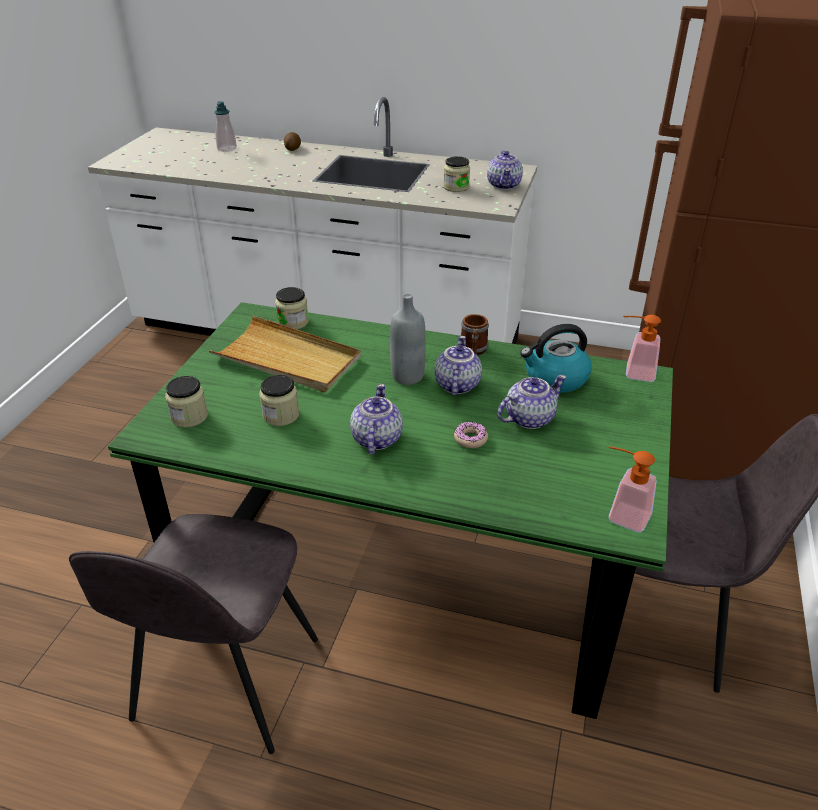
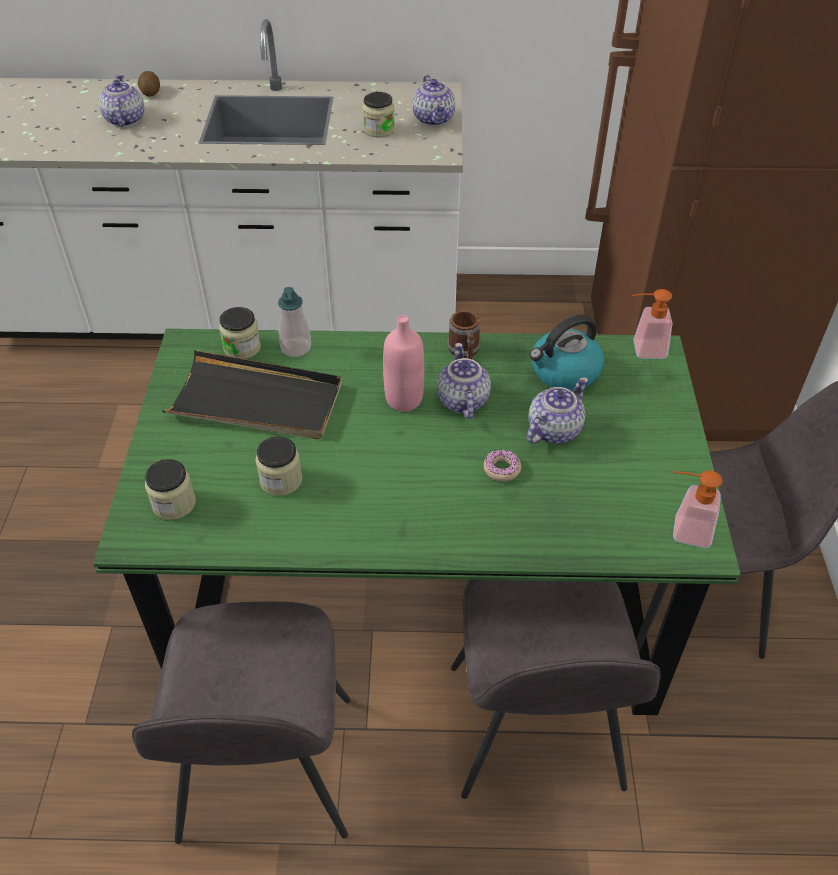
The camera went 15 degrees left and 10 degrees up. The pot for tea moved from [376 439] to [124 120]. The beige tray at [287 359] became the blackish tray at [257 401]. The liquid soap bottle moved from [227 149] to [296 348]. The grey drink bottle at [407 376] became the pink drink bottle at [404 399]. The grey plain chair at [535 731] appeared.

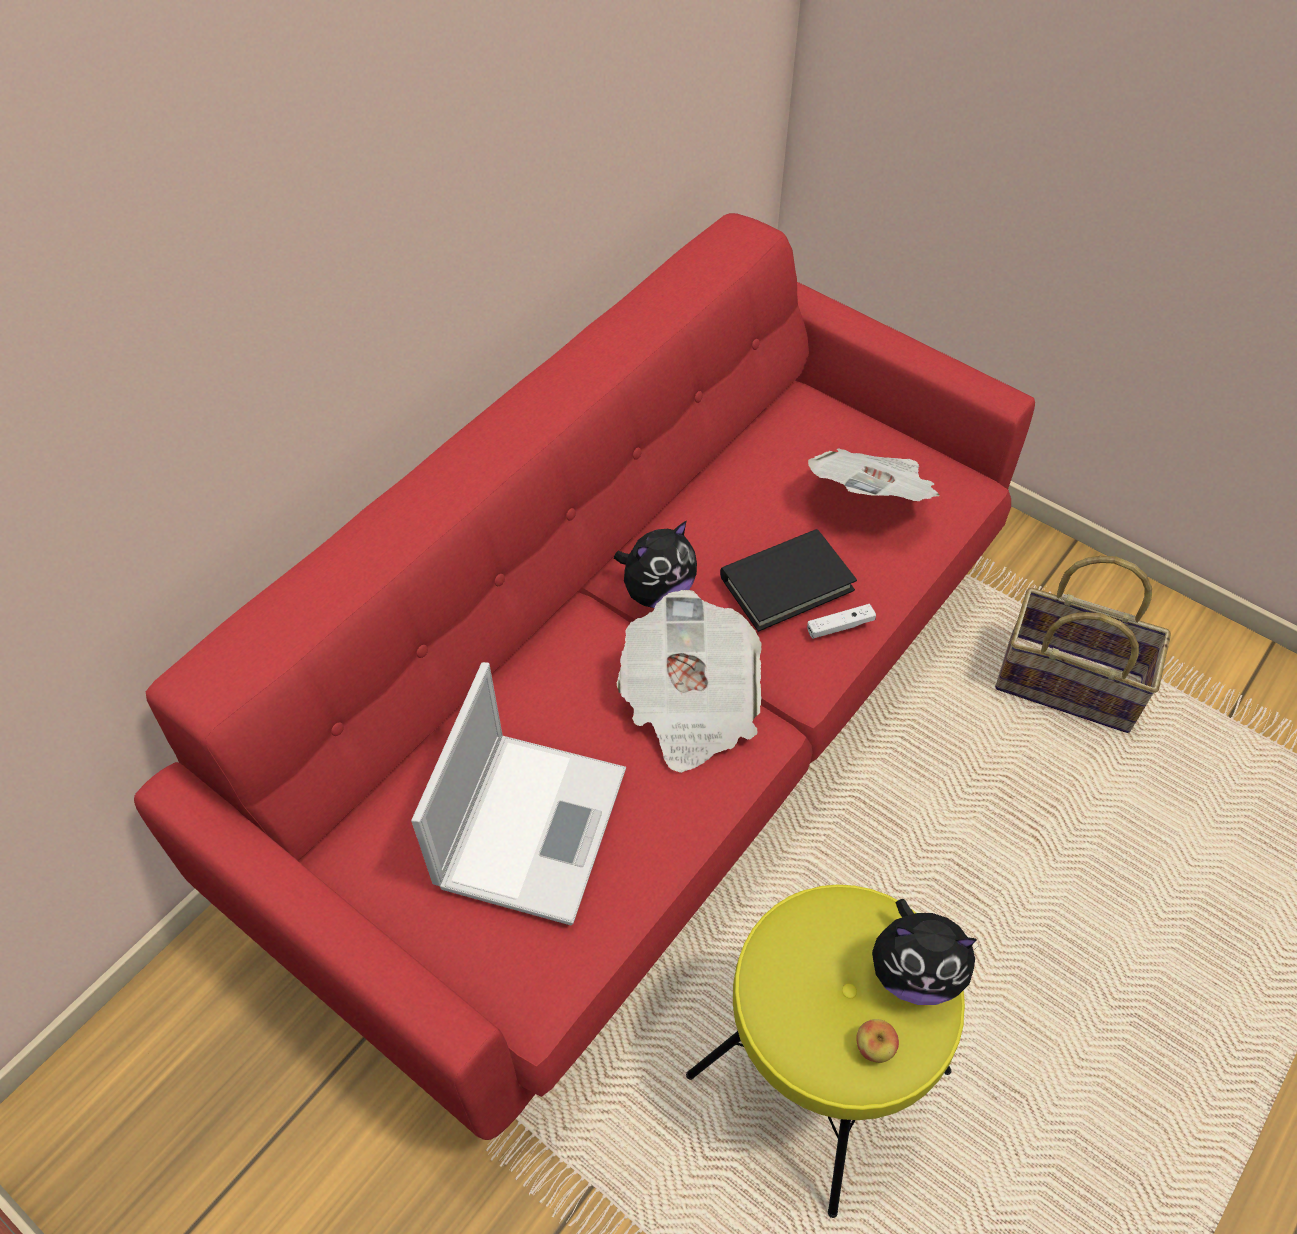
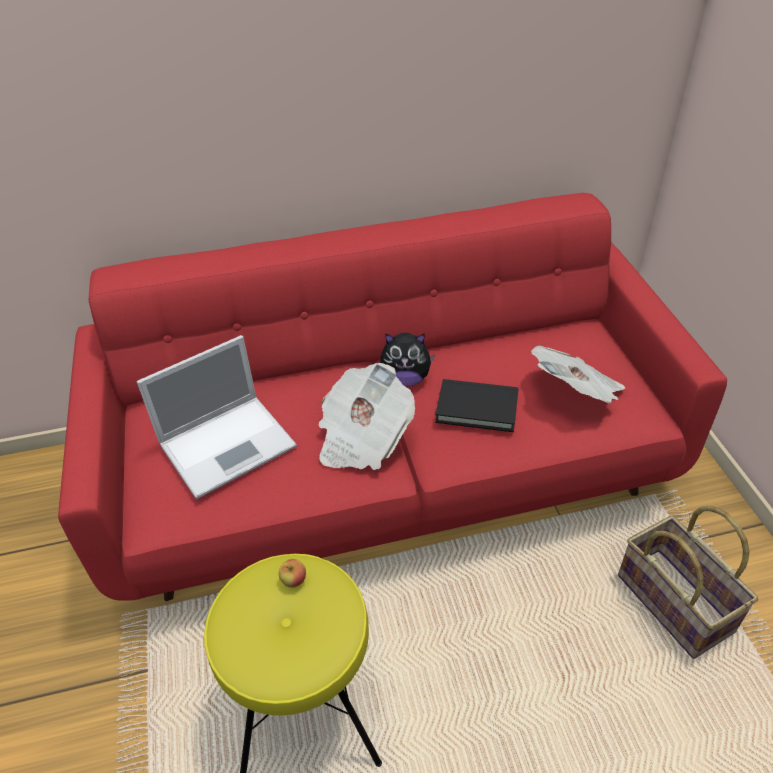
The camera went 40 degrees right and 10 degrees down. The apple moved from [874 1047] to [294 580]. The white-coloured joypad at [840 626] disappeared. The soft toy at [914 972] disappeared.

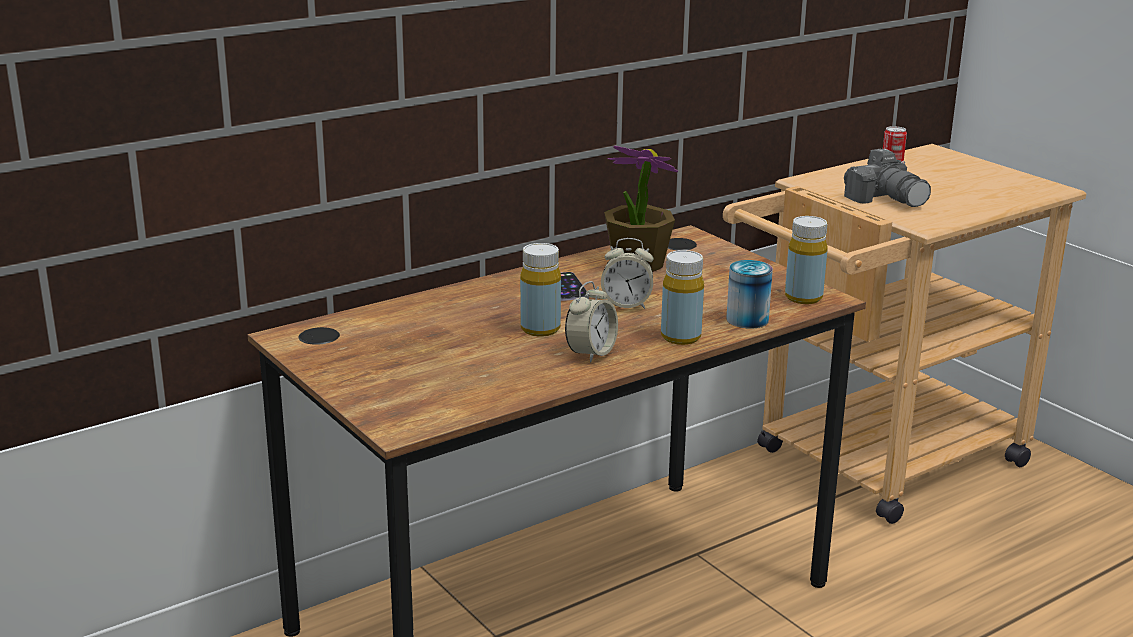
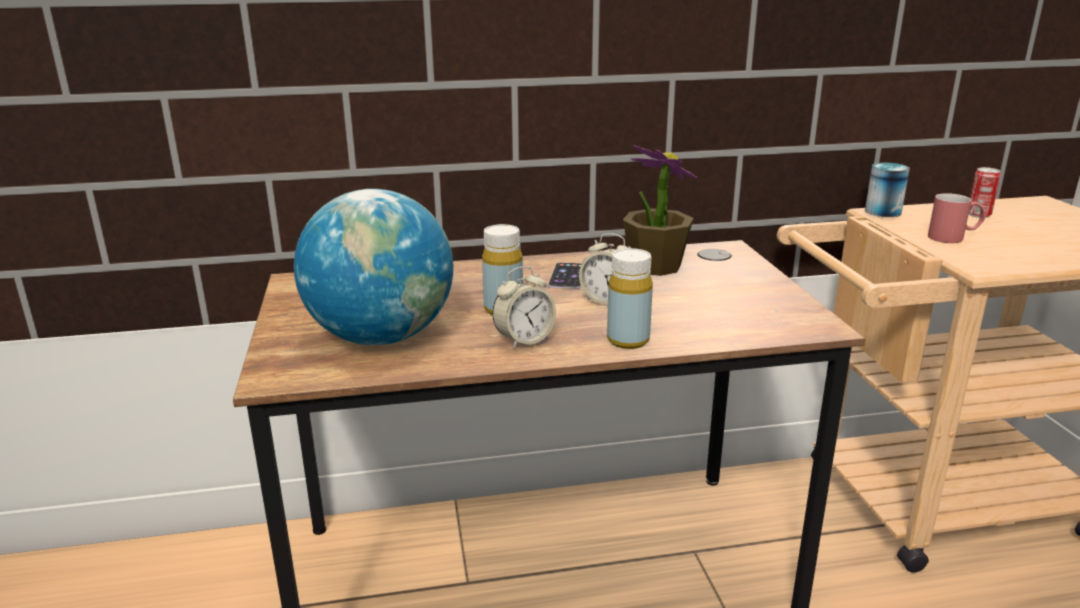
The camera went 25 degrees right and 0 degrees up. The desk globe at [382 337] appeared. The can moved from [747 319] to [883 212]. The photo camera at [886 198] was replaced by the red-coloured coffee mug at [954 238]. The yellow drink bottle at [803 297] disappeared.

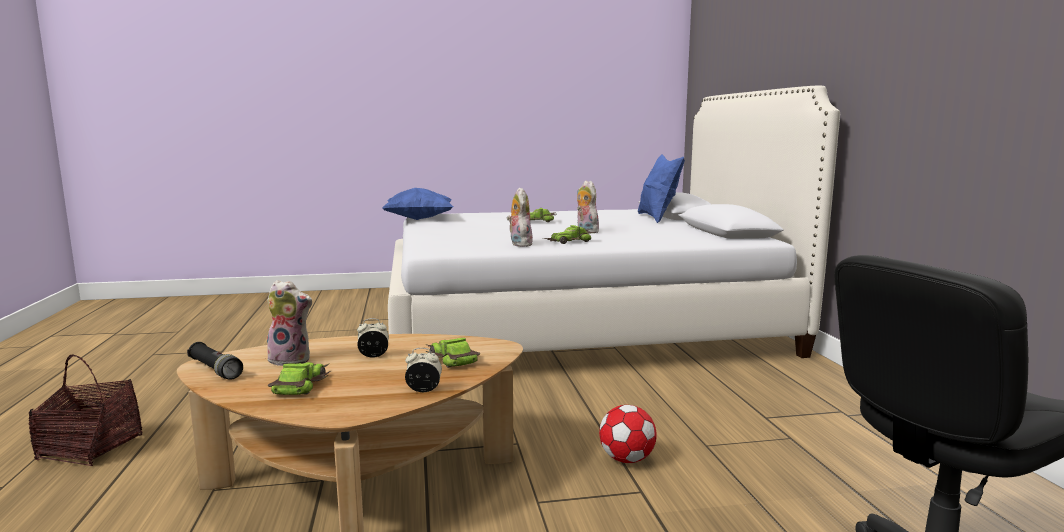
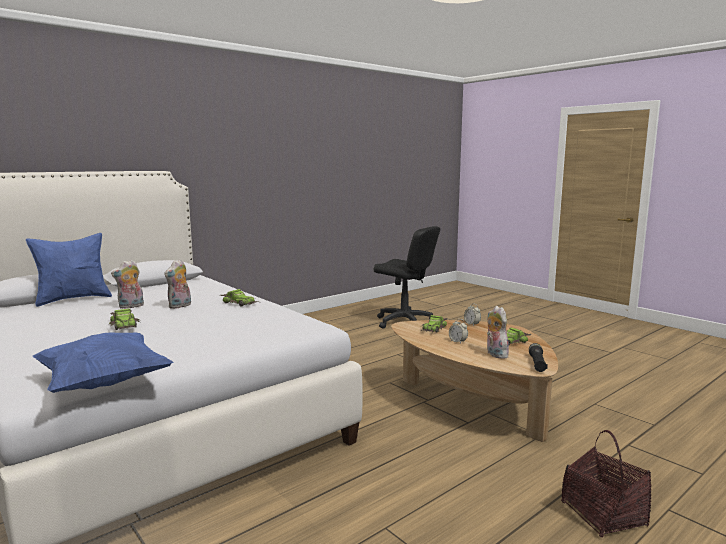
The camera went 120 degrees left and 0 degrees up. The soft toy moved from [519 244] to [131 306]. The ball for football at [626 459] disappeared.

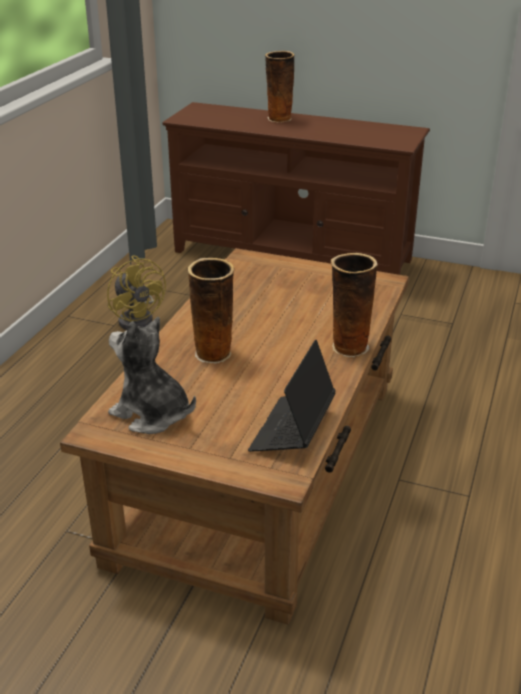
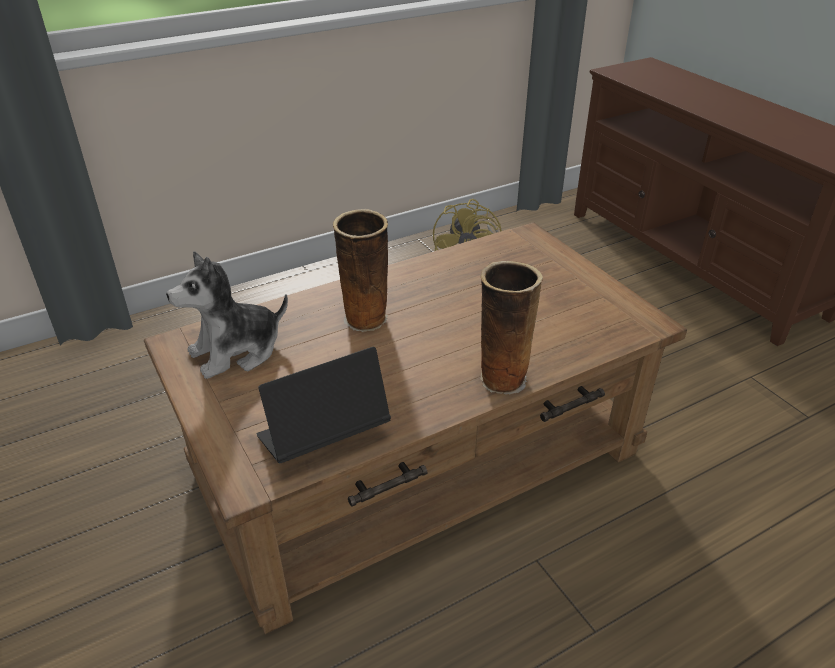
The camera went 40 degrees right and 5 degrees up. The soft toy at [152 414] turned 105 degrees counterclockwise. The decorative vase at [278 119] disappeared.

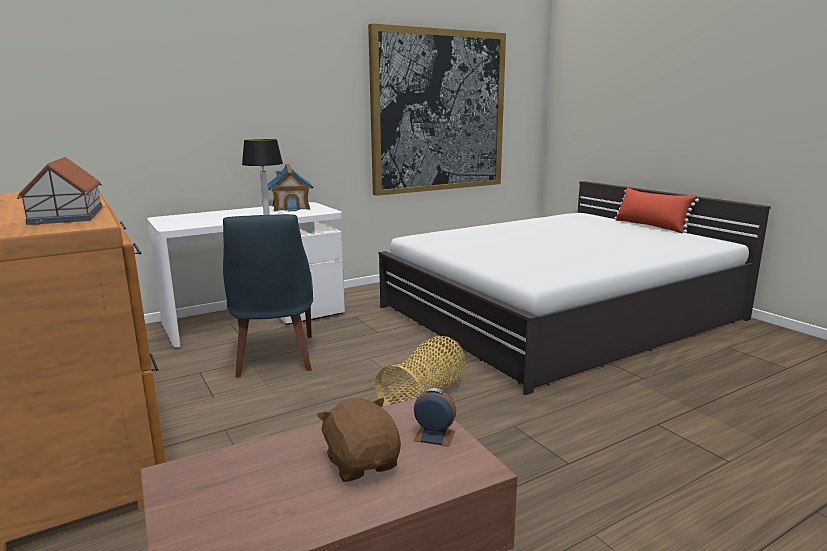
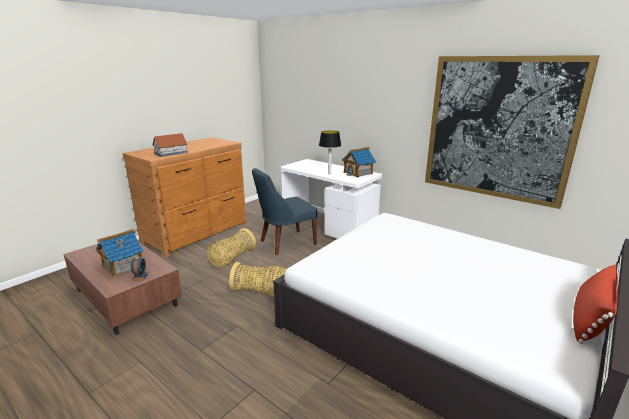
The camera went 70 degrees right and 5 degrees up. The brown-coloured soft toy at [362 463] was replaced by the miniature house at [122 266]. The household basket at [231 259] appeared.

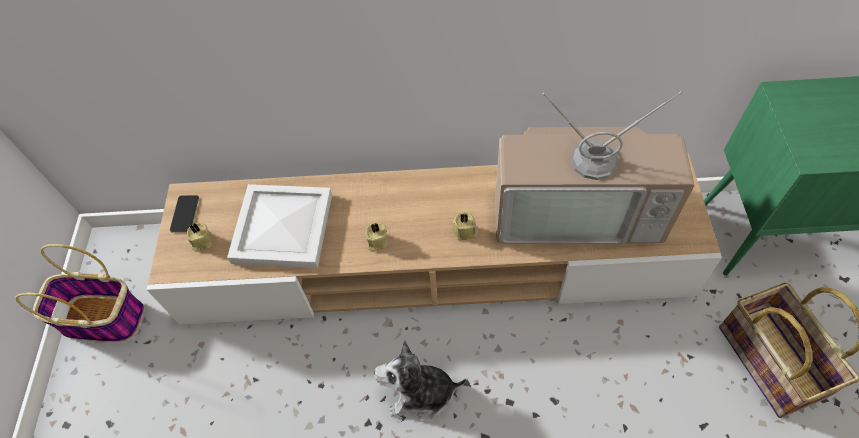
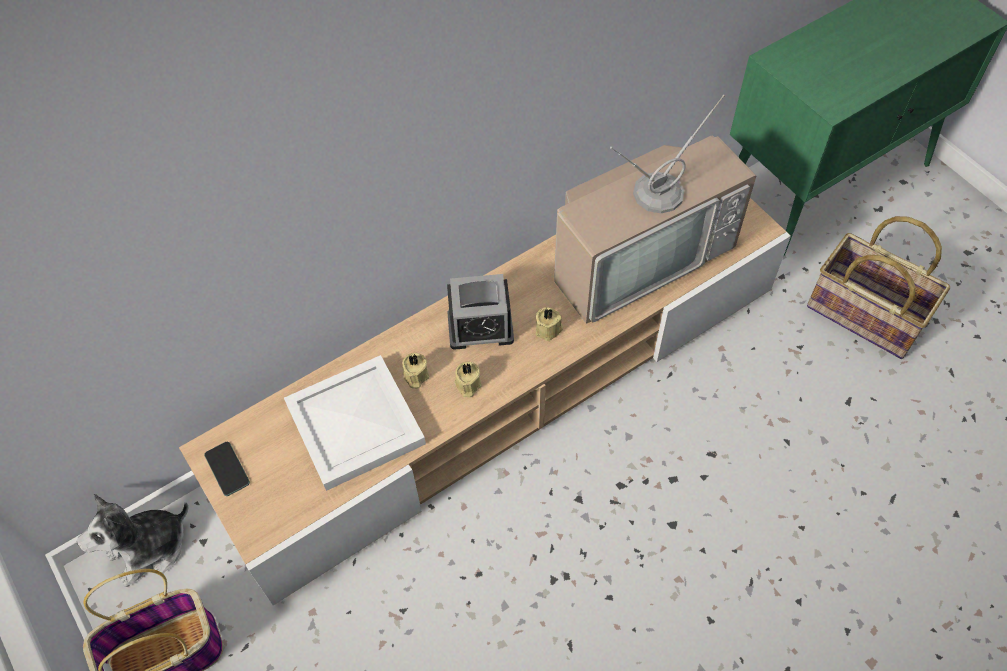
The camera went 35 degrees left and 0 degrees up. The soft toy moved from [420 394] to [149 549]. The beige candle moved from [202 242] to [415 376]. The alarm clock at [480 327] appeared.

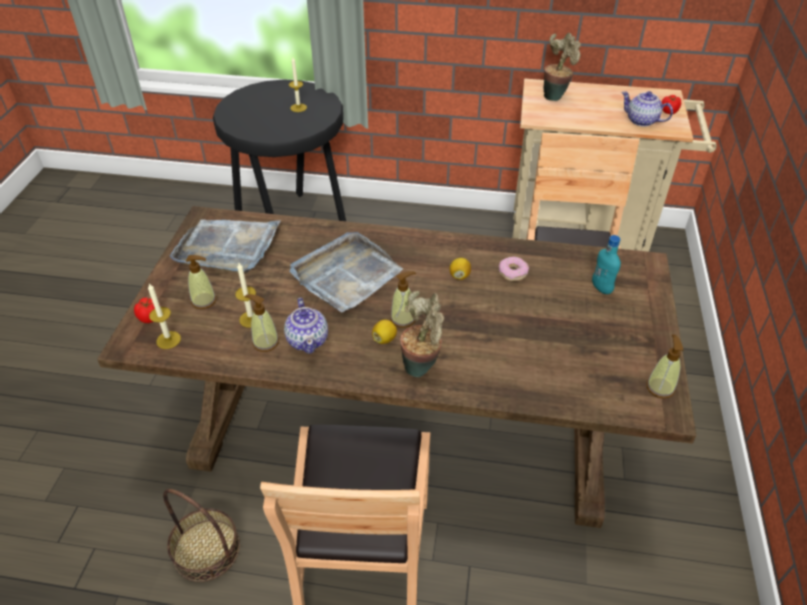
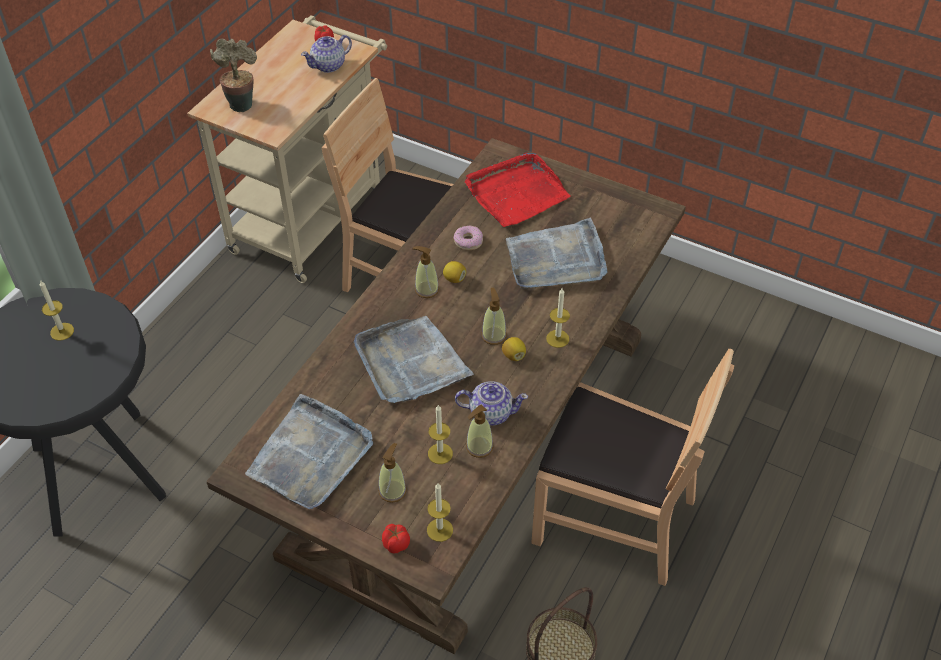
The camera went 70 degrees left and 5 degrees up. The liquid soap bottle moved from [660 387] to [426 289]. The turquoise-coloured drink bottle at [601 288] was replaced by the red-coloured tray at [516 193]. The grey tray at [556 259] appeared. The plant in a pot at [422 366] was replaced by the candle at [557 338].

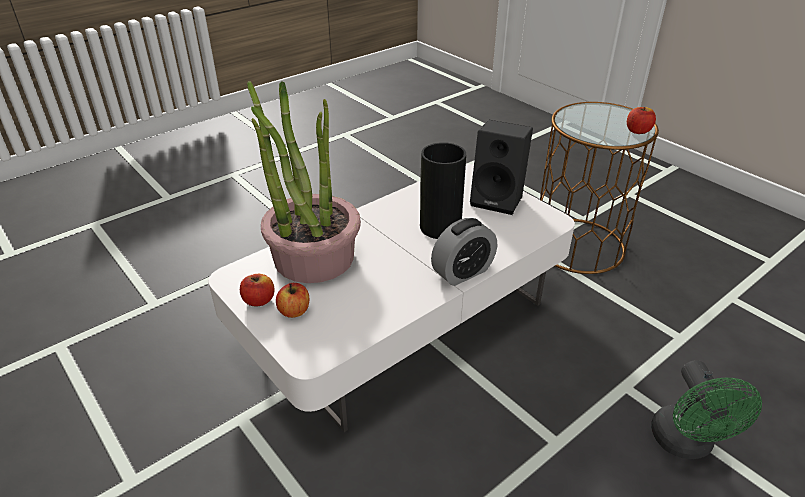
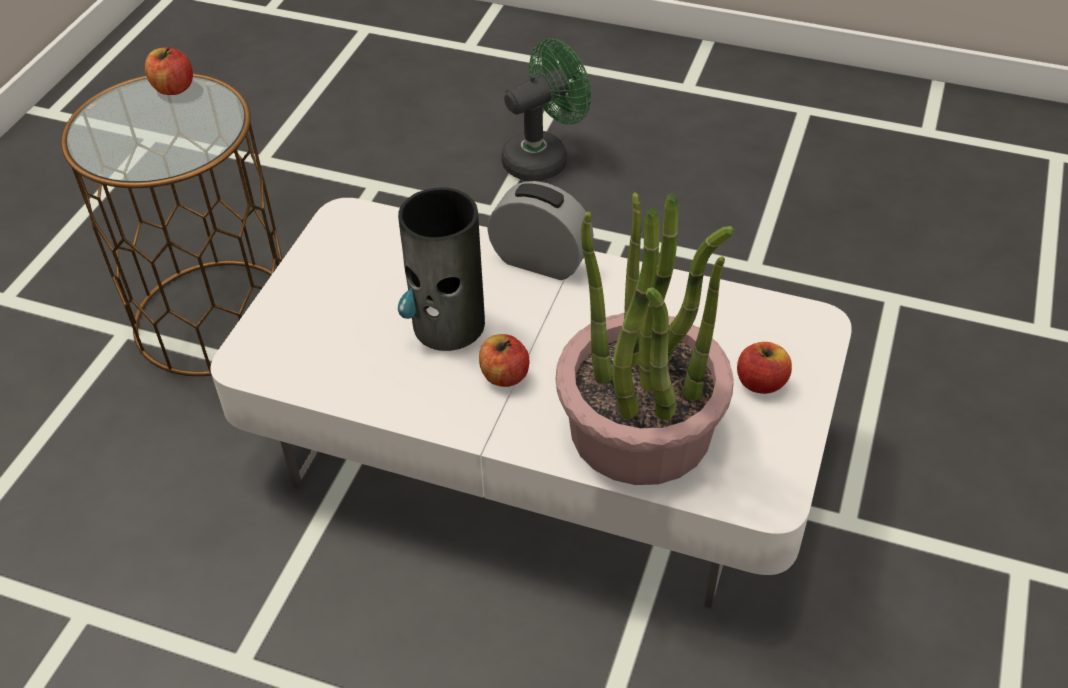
The camera went 120 degrees left and 10 degrees up. The apple moved from [259 300] to [504 375]. The blackish speaker at [498 199] disappeared.

